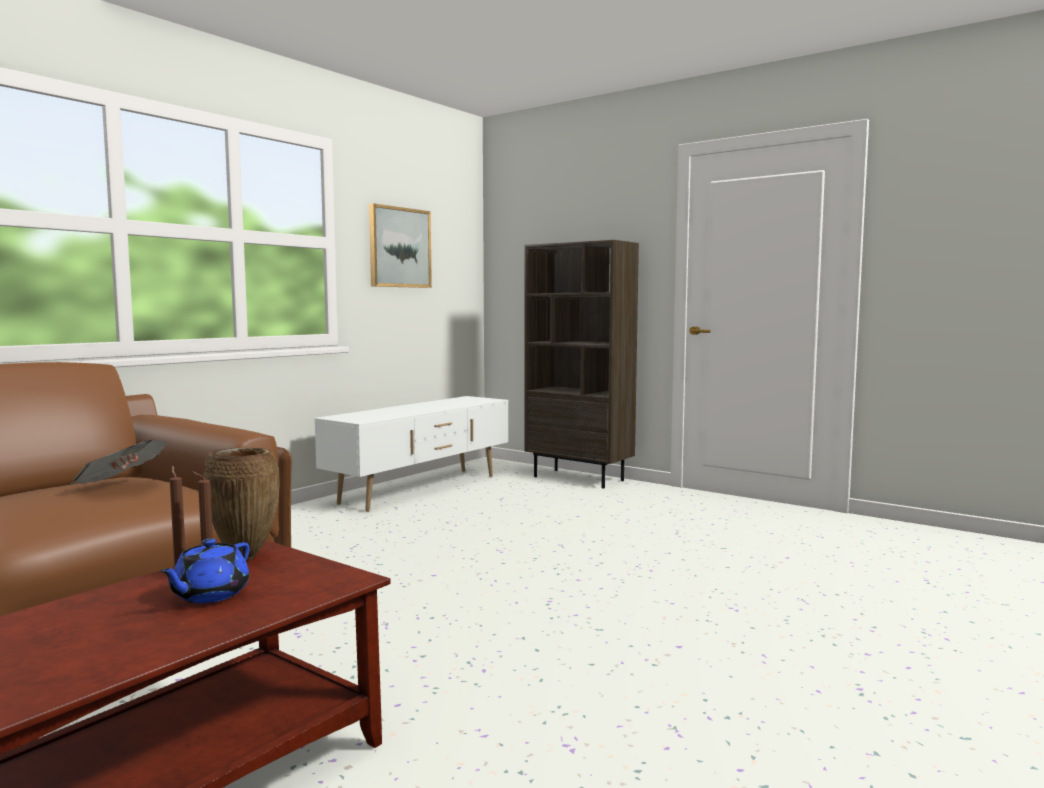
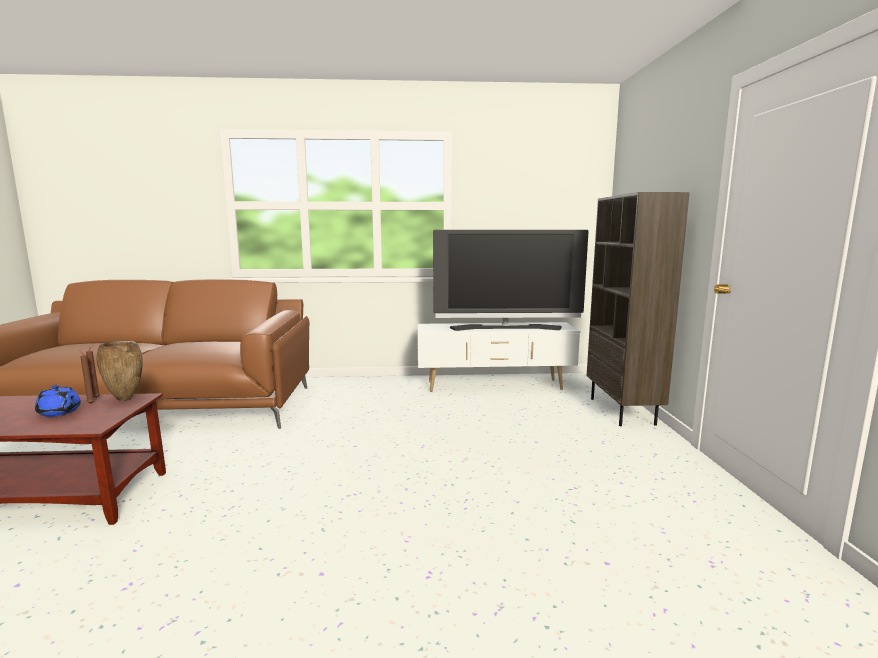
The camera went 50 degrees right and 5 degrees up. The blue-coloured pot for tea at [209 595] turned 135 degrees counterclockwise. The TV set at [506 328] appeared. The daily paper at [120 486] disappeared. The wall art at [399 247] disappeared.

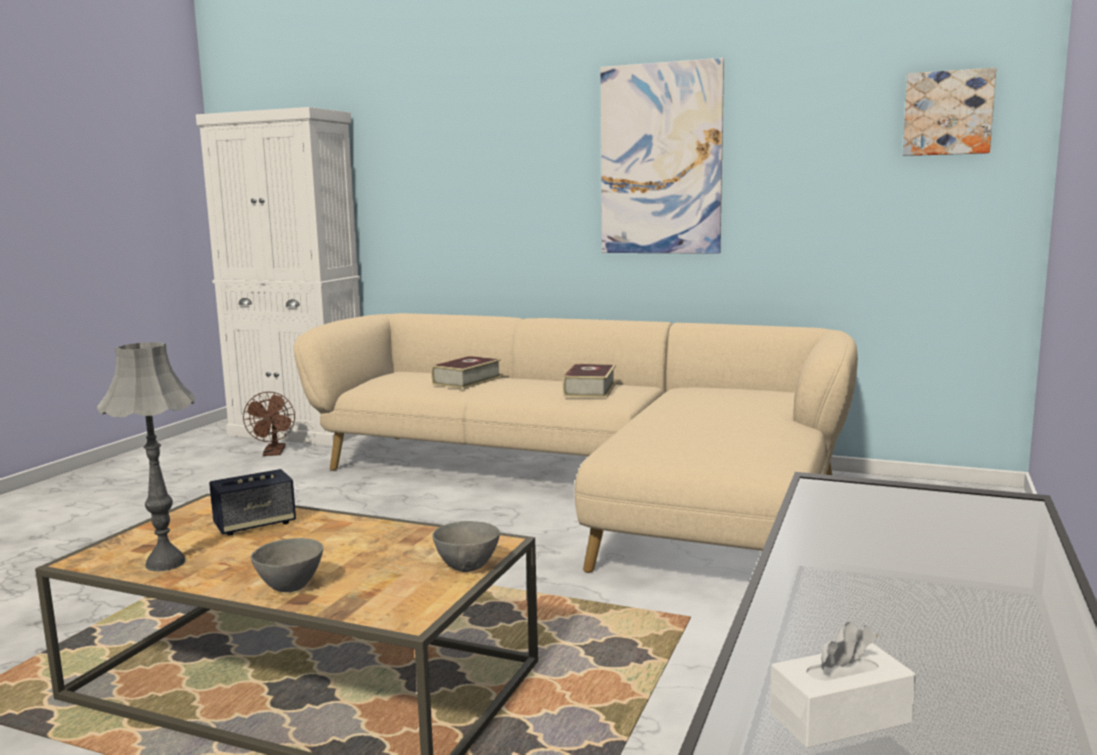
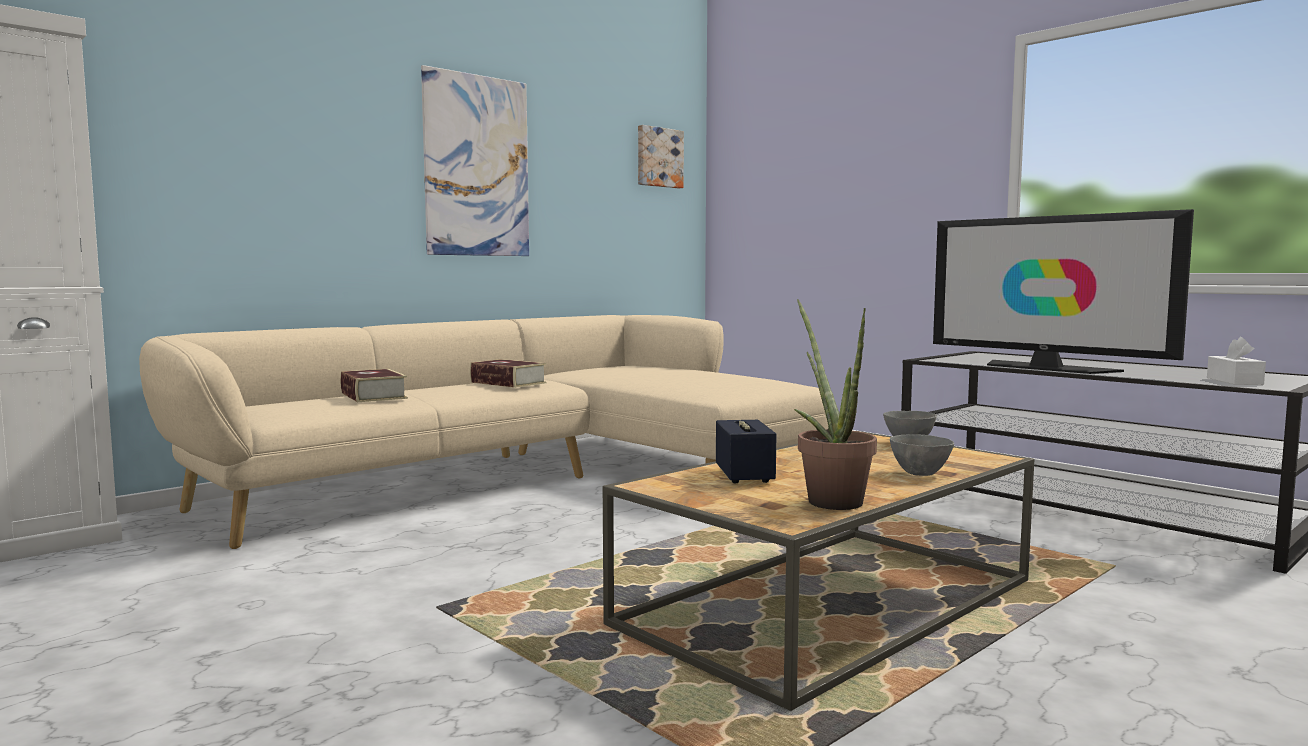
The camera went 65 degrees left and 5 degrees down. The grey tabletop lamp at [166 563] was replaced by the plant in a pot at [829 499]. The TV set at [1046 368] appeared. The brown-coloured cooling fan at [274 453] disappeared.

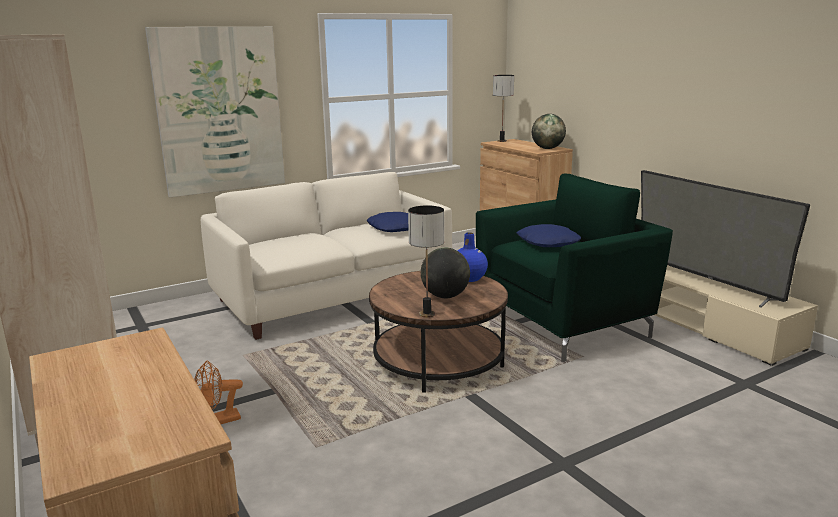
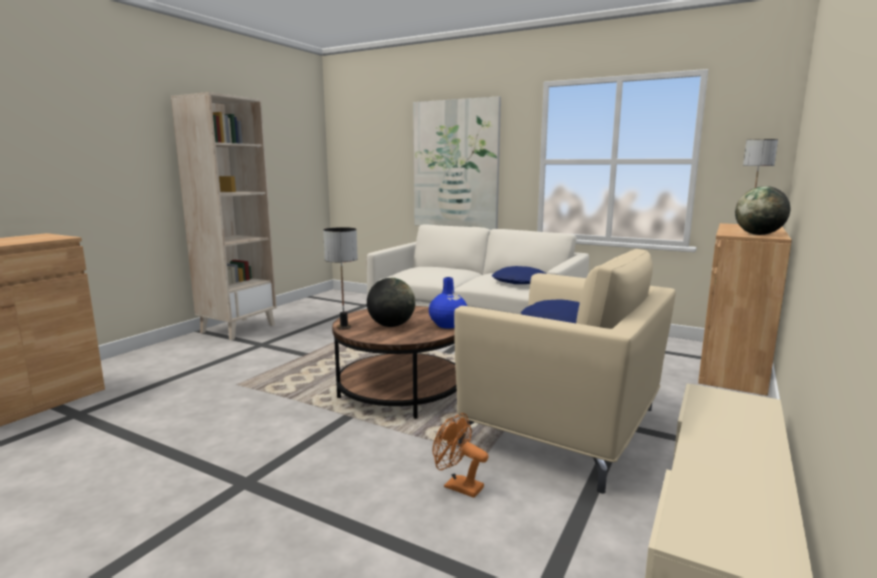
The camera went 60 degrees right and 5 degrees down. The orange-coloured cooling fan moved from [219 421] to [458 486]. The green-coloured lounge chair at [563 322] became the beige lounge chair at [565 428]. The TV set at [705 282] disappeared.

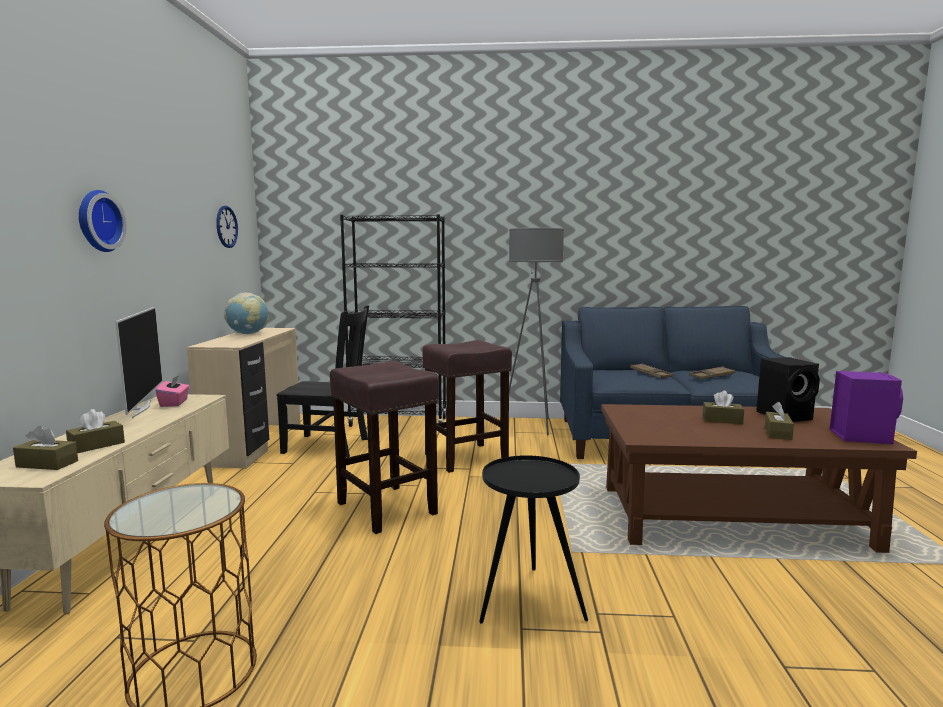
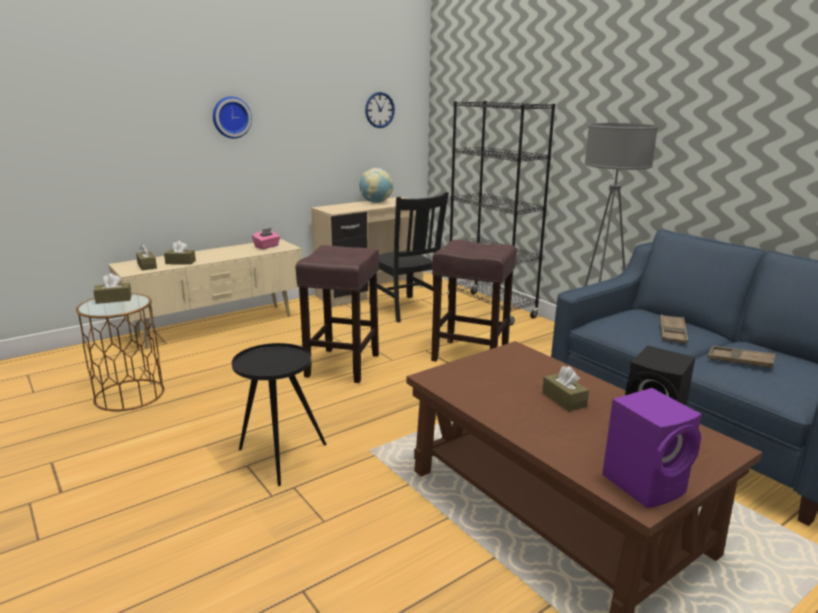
The camera went 50 degrees right and 10 degrees up. The brown-coloured tissue holder moved from [777 433] to [114 299]. The TV set at [140 408] disappeared.

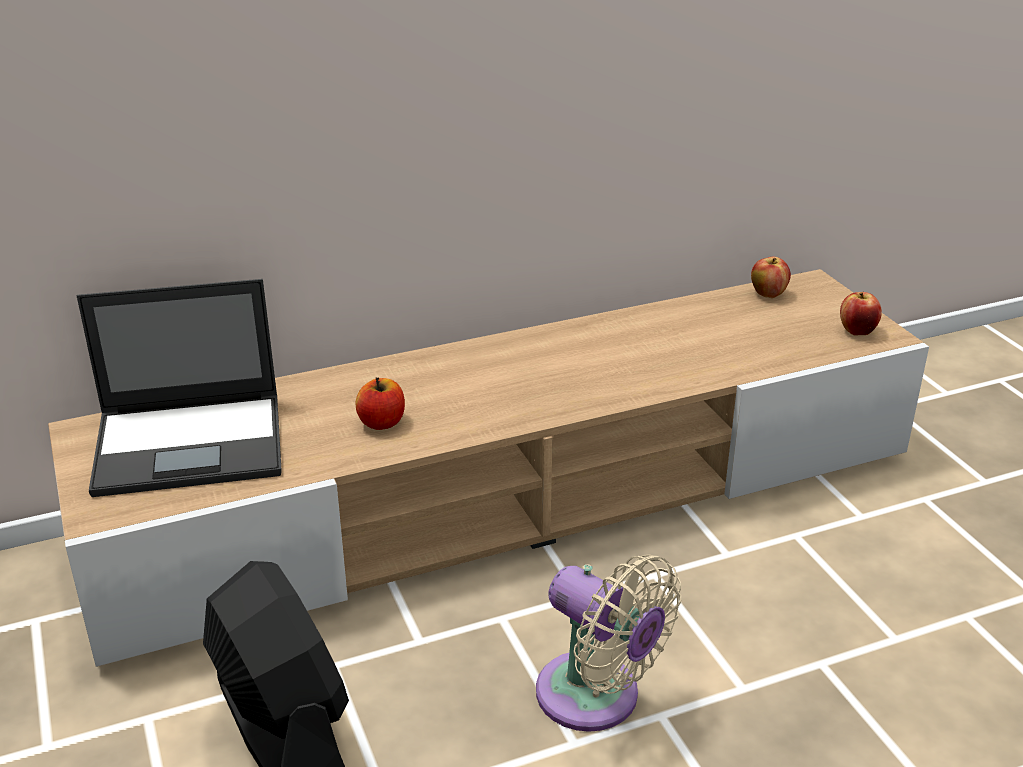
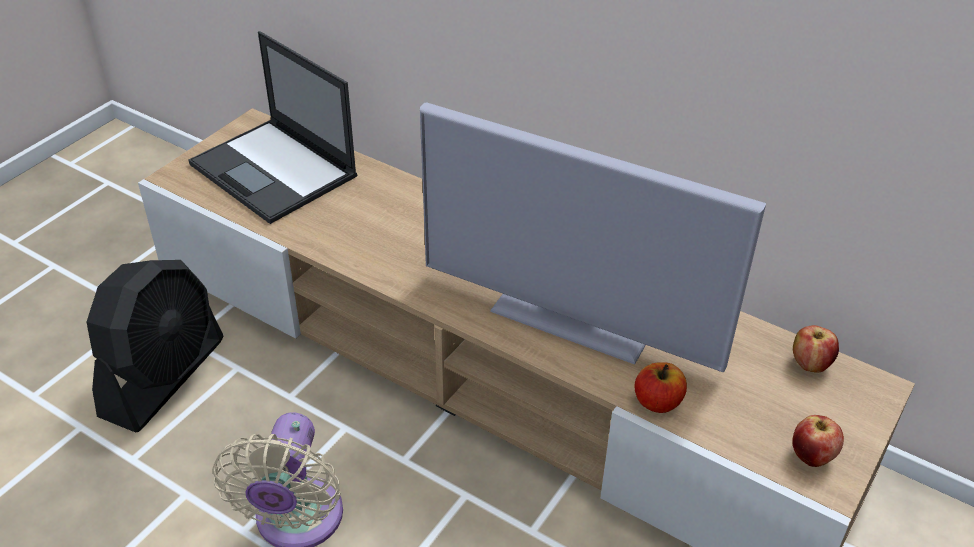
The camera went 55 degrees right and 10 degrees up. The TV set at [572 319] appeared. The apple moved from [382 422] to [657 402].

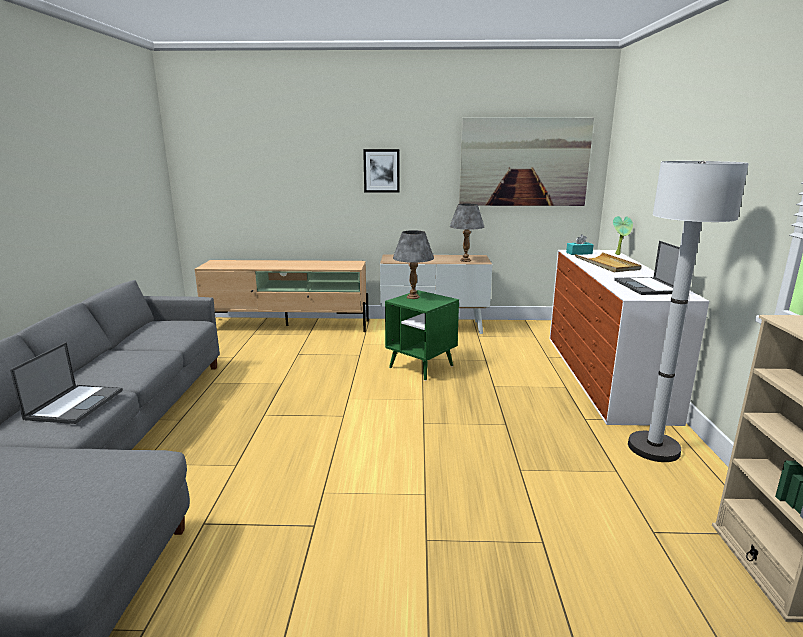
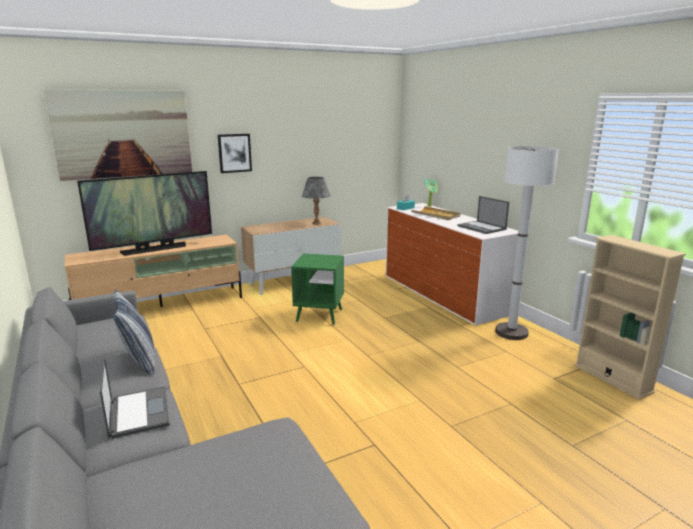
The camera went 30 degrees left and 0 degrees up. The wall art moved from [524 162] to [123 133]. The TV set at [154 249] appeared. The pillow at [139 361] appeared. The grey tabletop lamp at [413 297] disappeared.

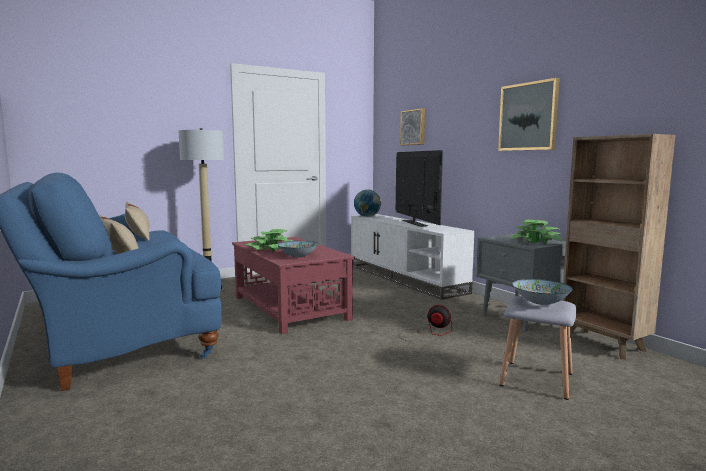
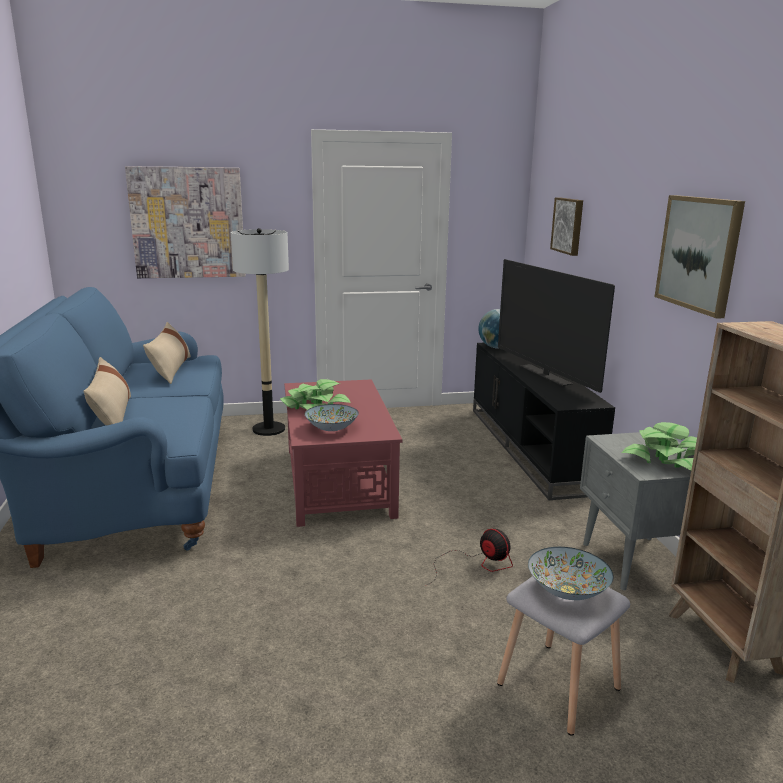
The camera went 20 degrees right and 10 degrees up. The wall art at [188 223] appeared. The white-coloured tv unit at [405 278] became the blackish tv unit at [530 448]. The TV set at [414 223] turned 150 degrees clockwise.

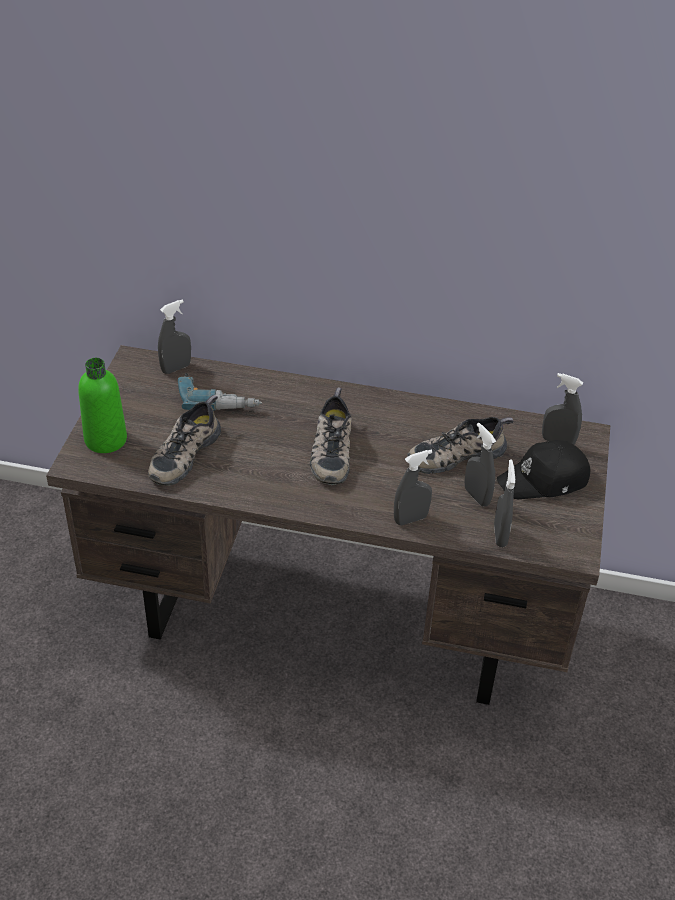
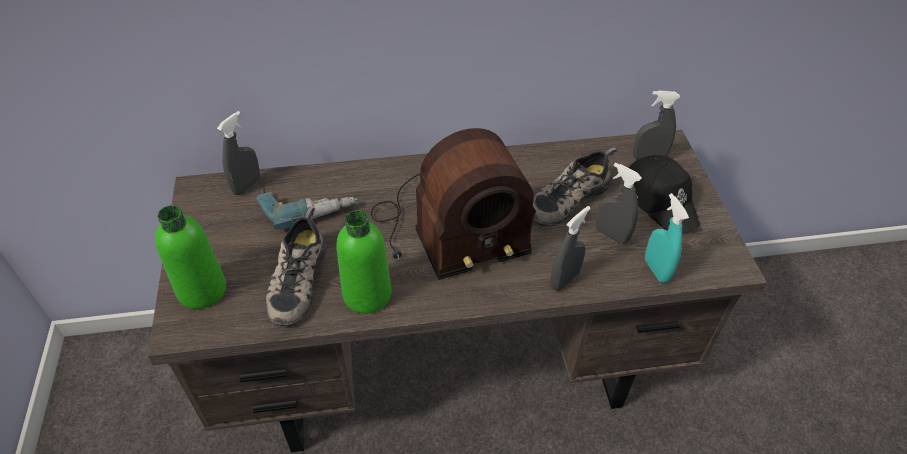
The camera went 20 degrees left and 5 degrees up. The green-coloured drink bottle at [367 294] appeared. The low shoe at [330 450] was replaced by the radio at [447 229]. The blackish cap at [544 480] turned 75 degrees counterclockwise. The grey spray bottle at [500 535] became the turquoise-coloured spray bottle at [656 270].

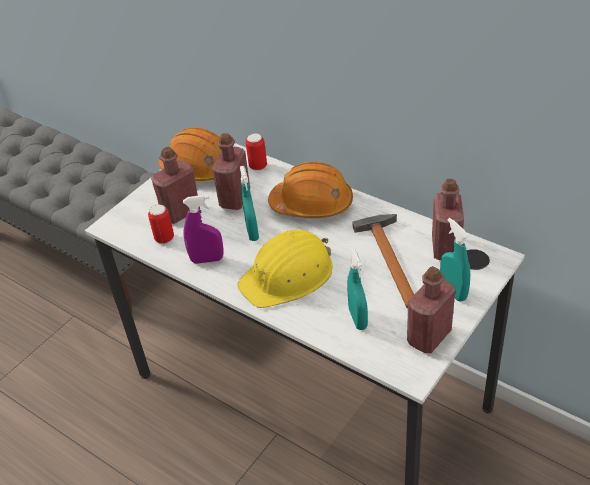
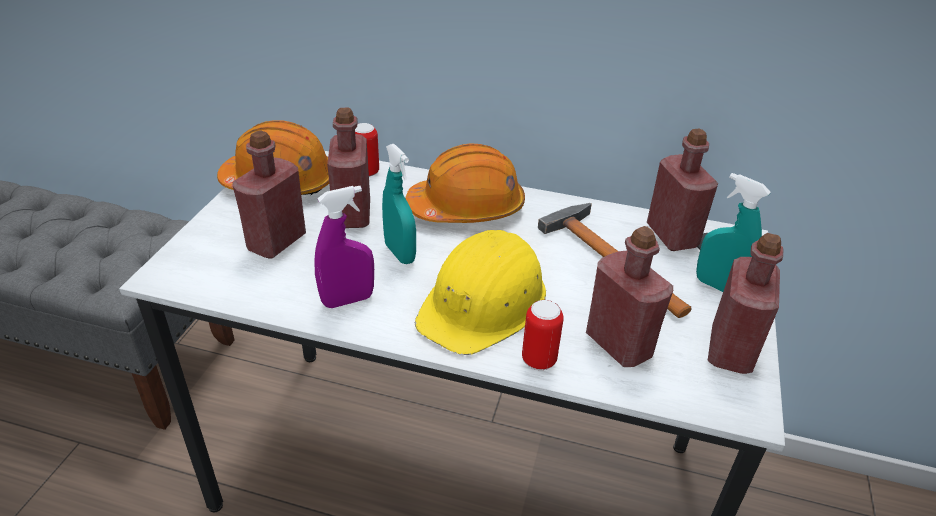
The camera went 25 degrees left and 5 degrees down. The can moved from [164 238] to [539 360]. The turquoise-coloured spray bottle at [358 319] was replaced by the red-coloured drink bottle at [618 344].

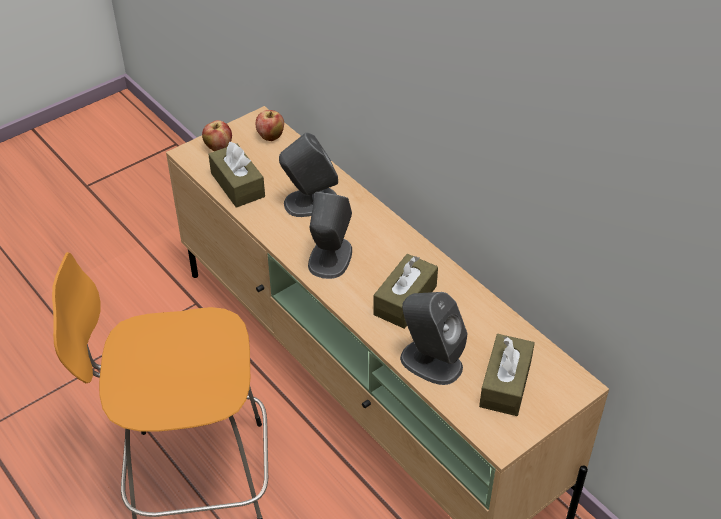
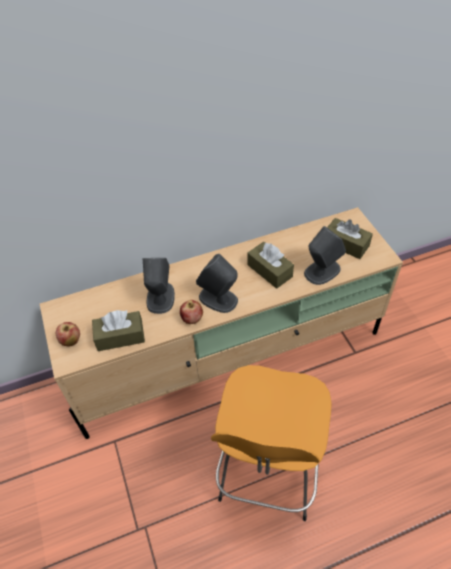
The camera went 70 degrees left and 5 degrees up. The apple moved from [270 137] to [192 319].

